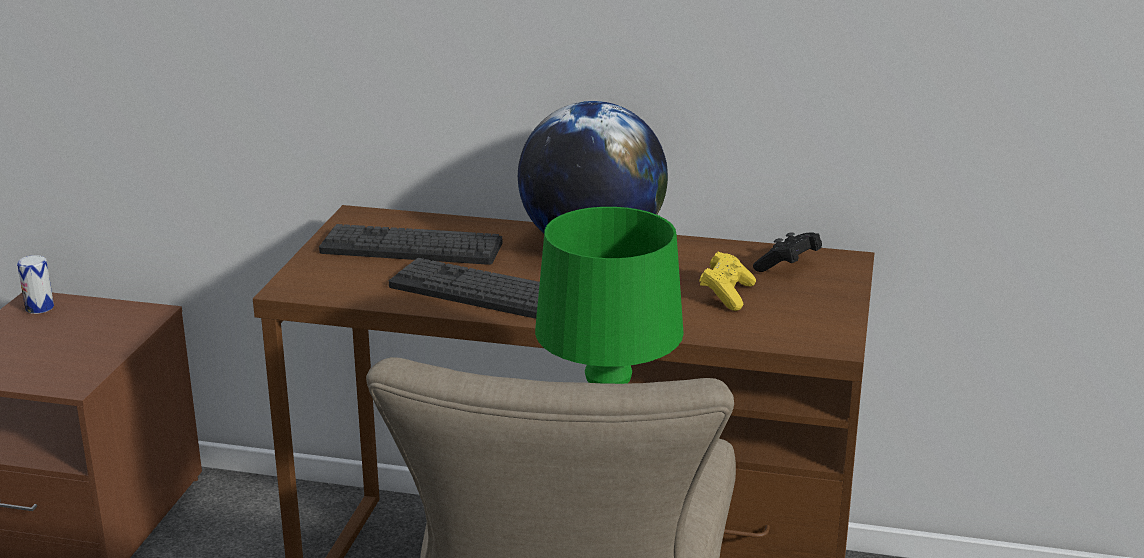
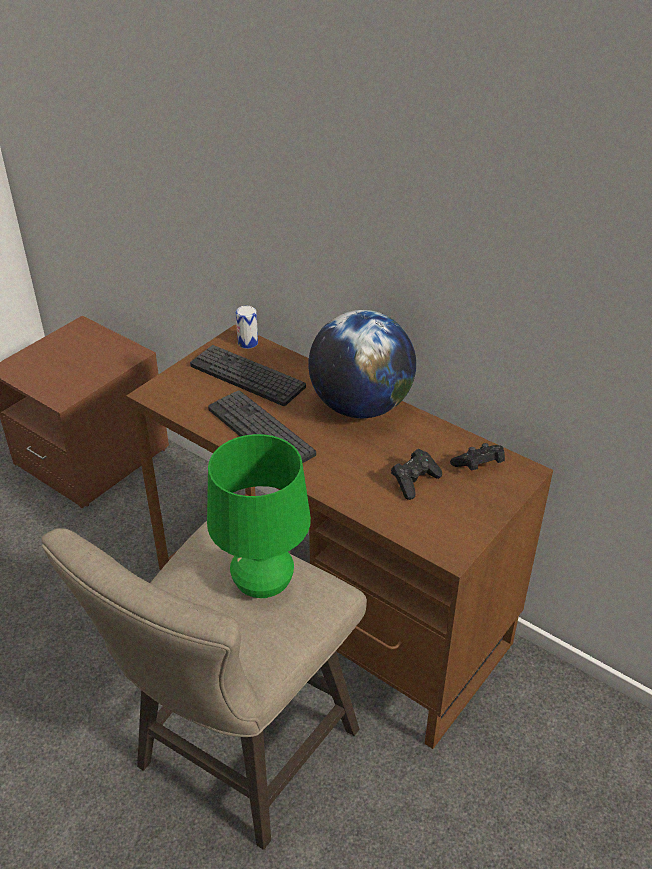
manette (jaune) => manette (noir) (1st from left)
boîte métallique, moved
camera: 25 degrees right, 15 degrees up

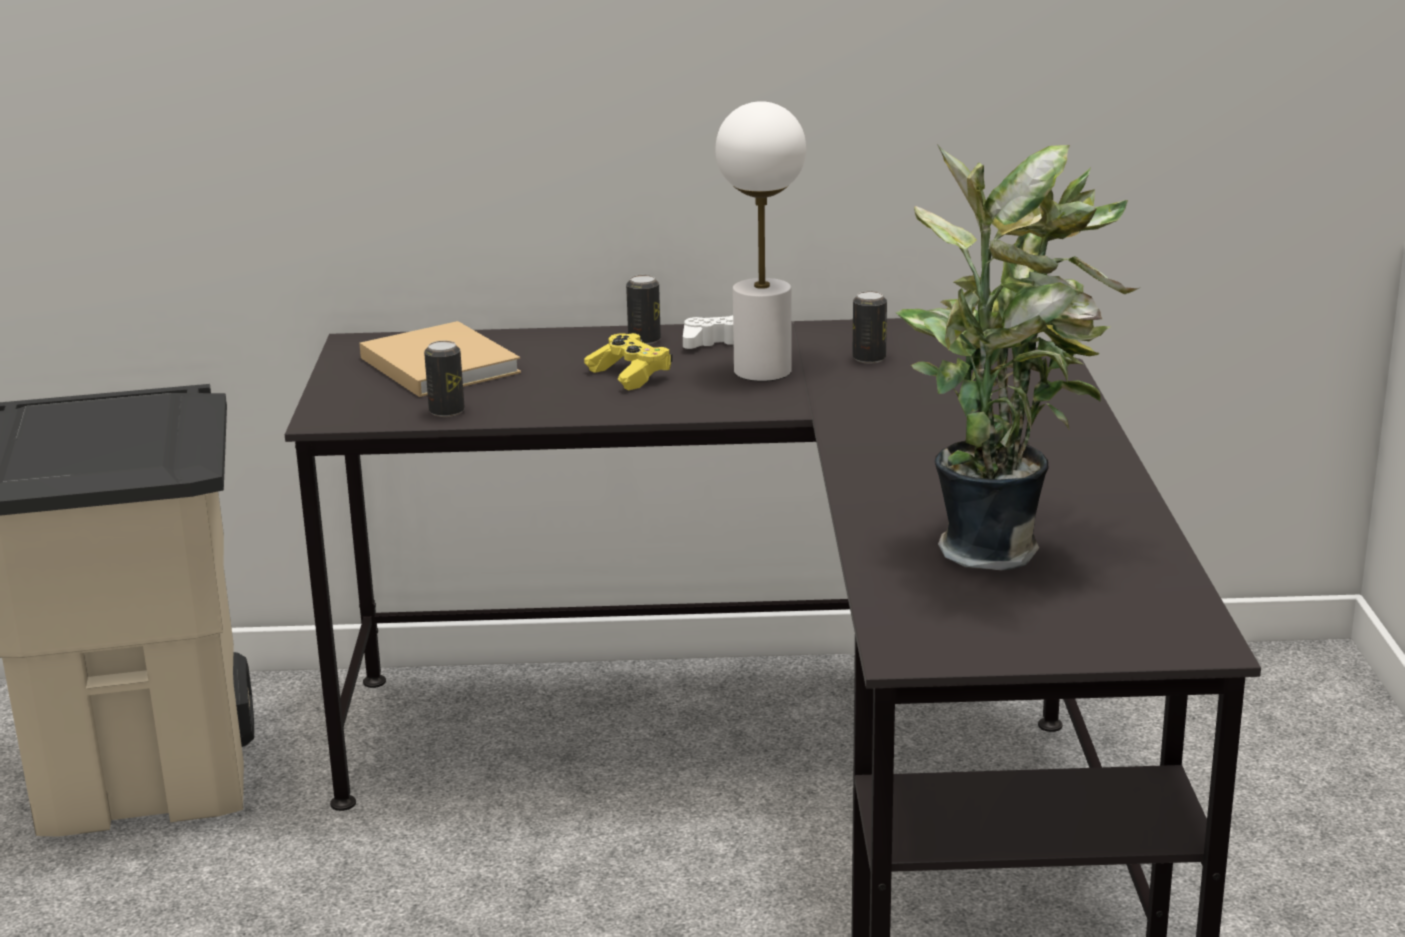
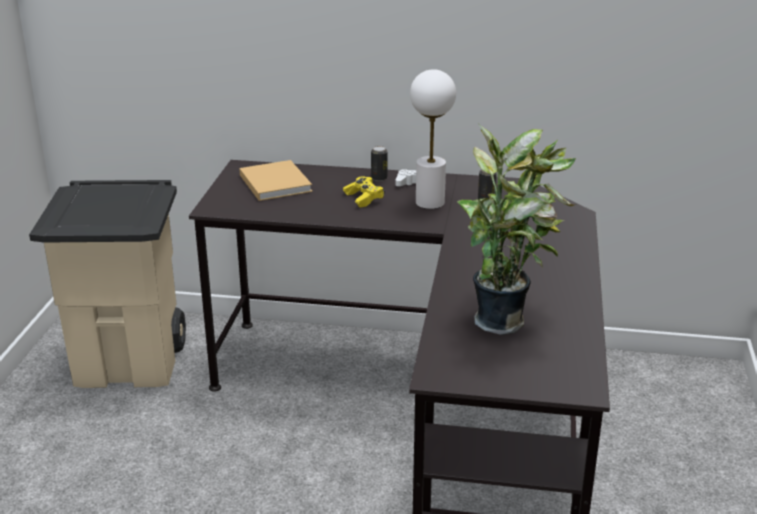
boîte métallique (1st from left) => nothing
camera: 10 degrees right, 5 degrees up

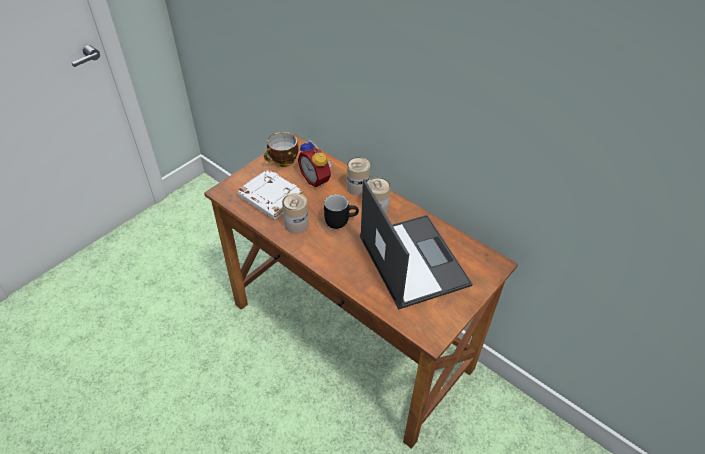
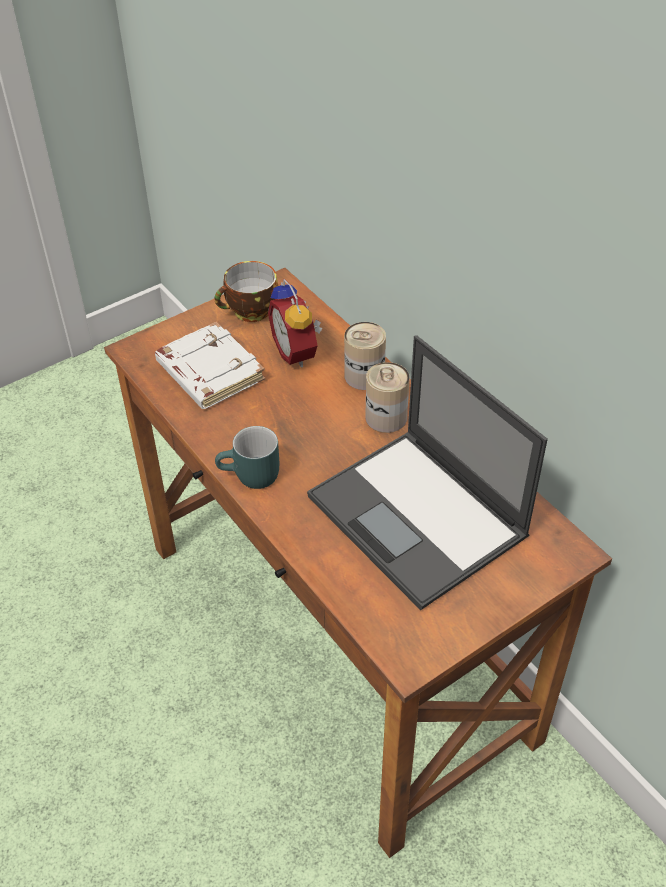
ordinateur portable, 150 degrees clockwise
boîte métallique (1st from left) => nothing
mug (noir) => nothing
nothing => mug (turquoise)
camera: 15 degrees right, 0 degrees up

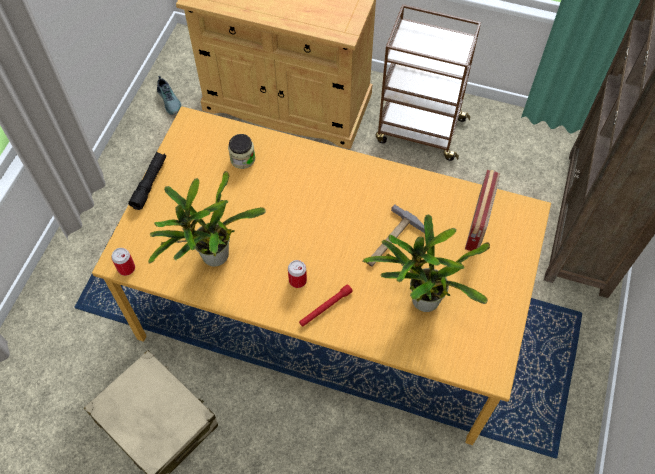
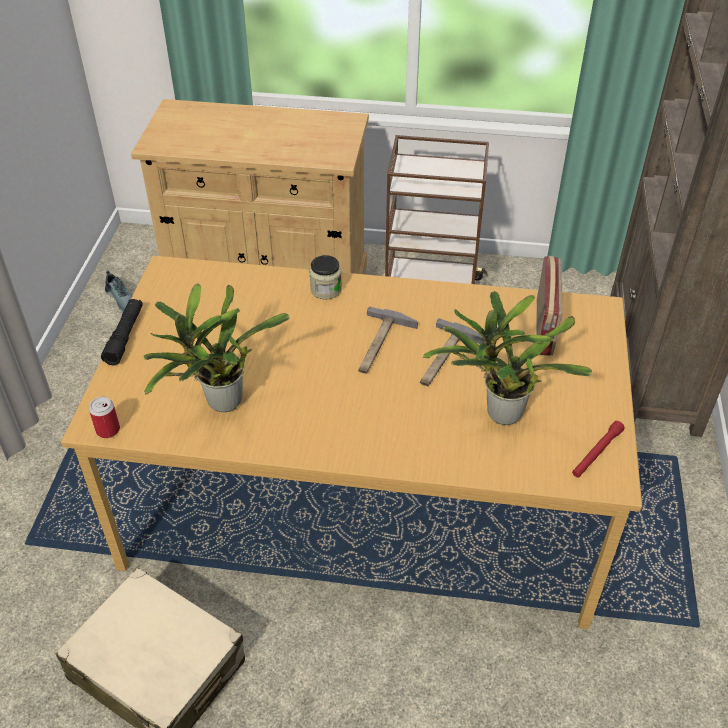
bocal, moved
boîte métallique (2nd from left) => nothing
lampe de poche (rouge), moved
nothing => marteau (1st from left)
camera: 10 degrees left, 15 degrees down

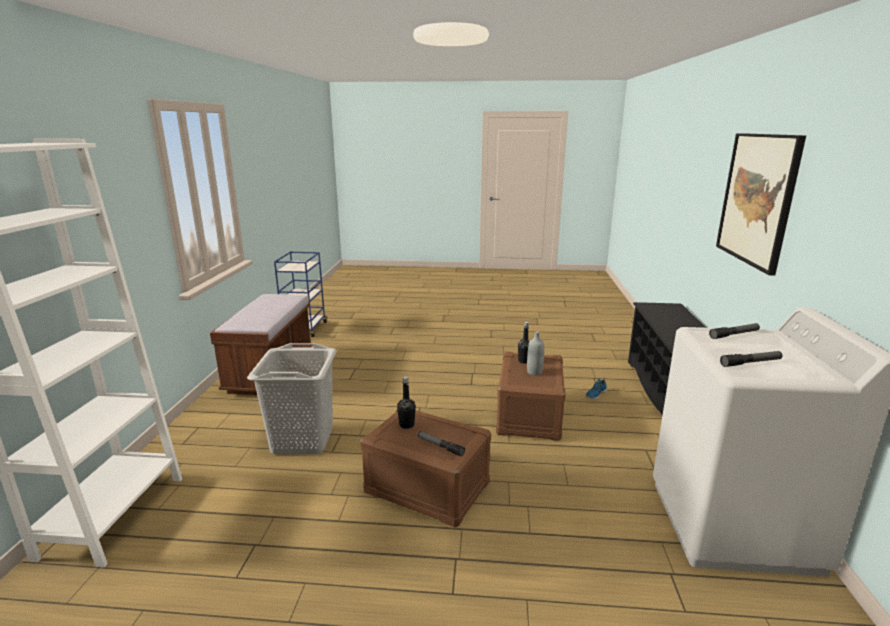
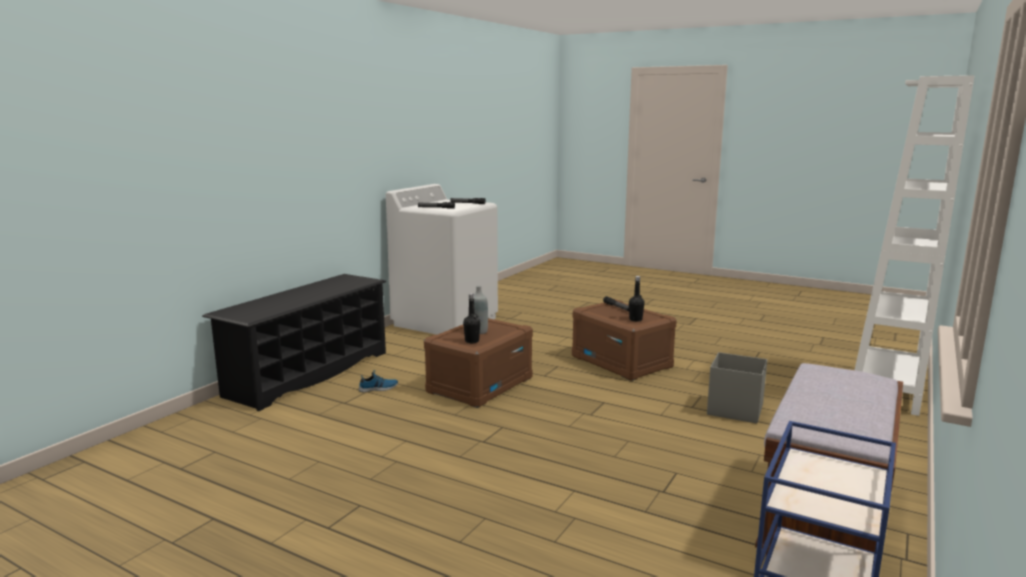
tableau => nothing
panier à linge (gris) => boîte de rangement (gris)
camera: 155 degrees left, 5 degrees down

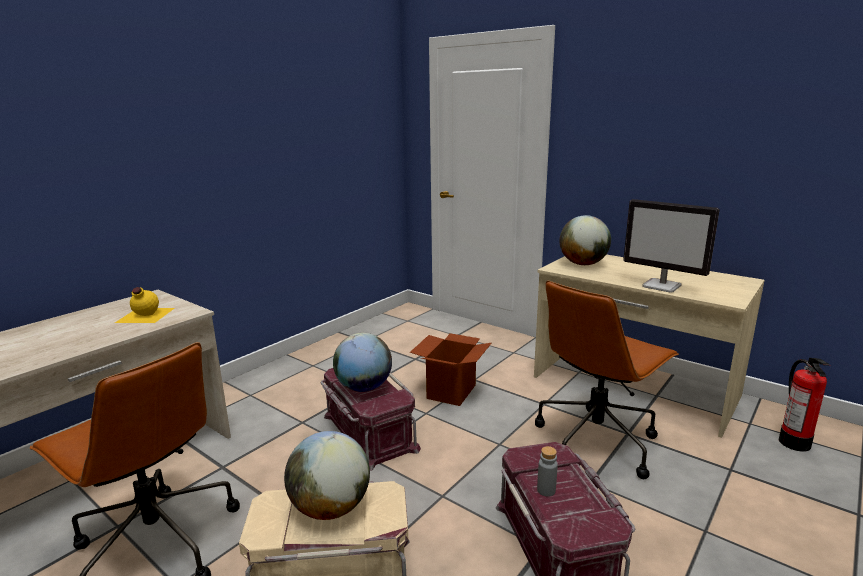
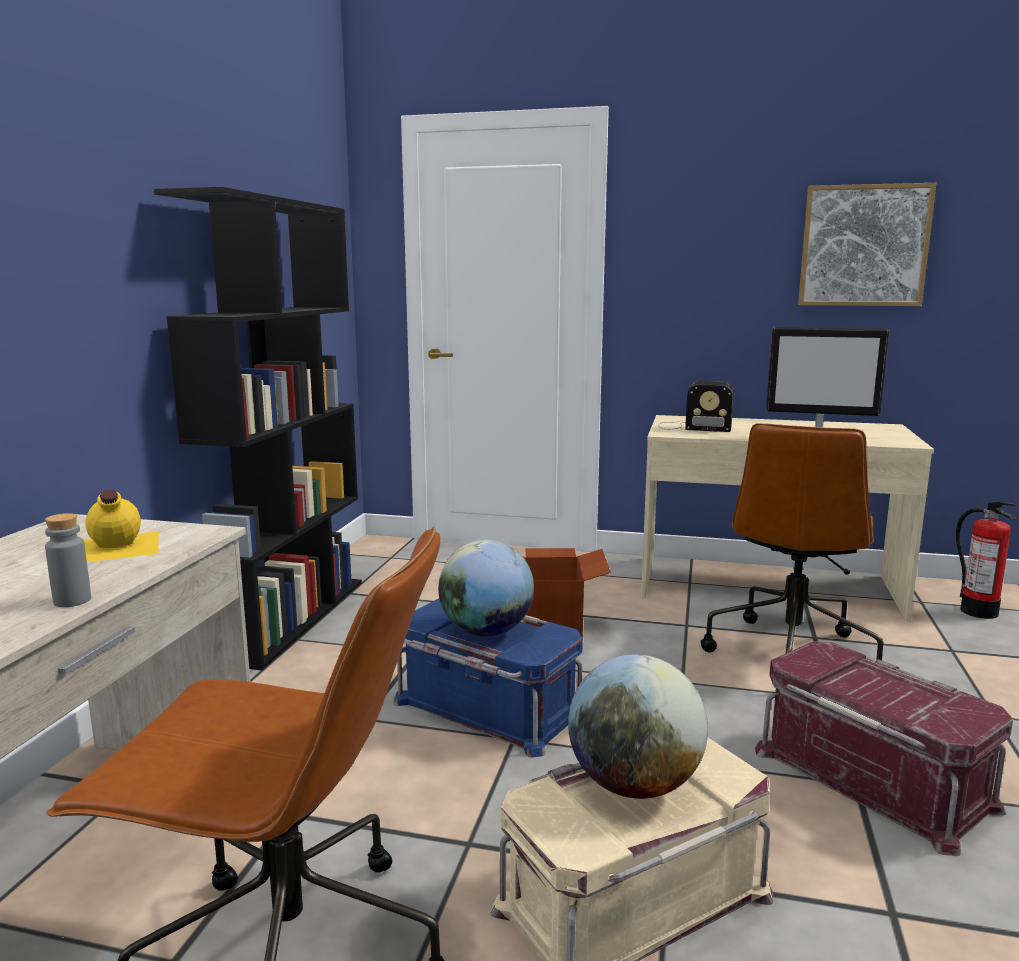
globe (3rd from left) => radio
boîte de rangement (rouge) (1st from left) => boîte de rangement (bleu)
bouteille (gris), moved
nothing => tableau
nothing => bibliothèque (noir)
camera: 25 degrees left, 5 degrees down

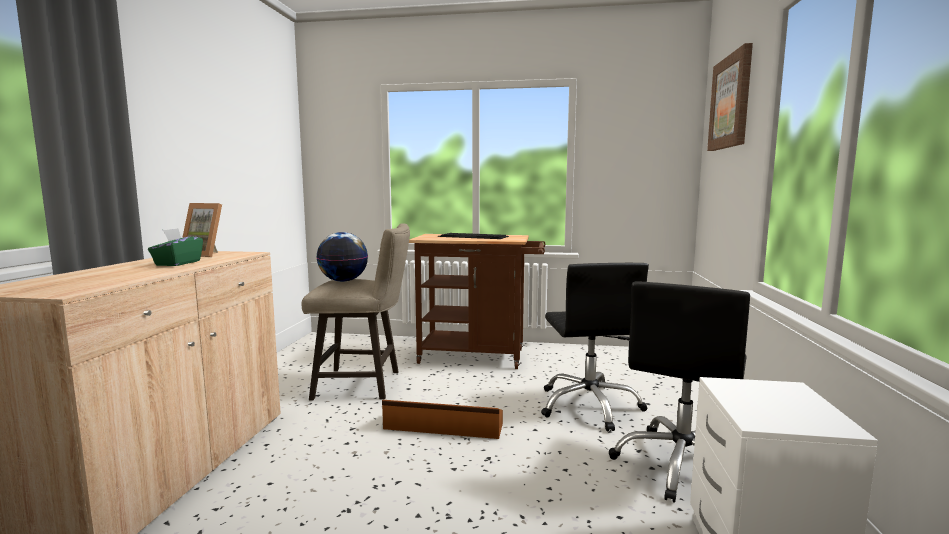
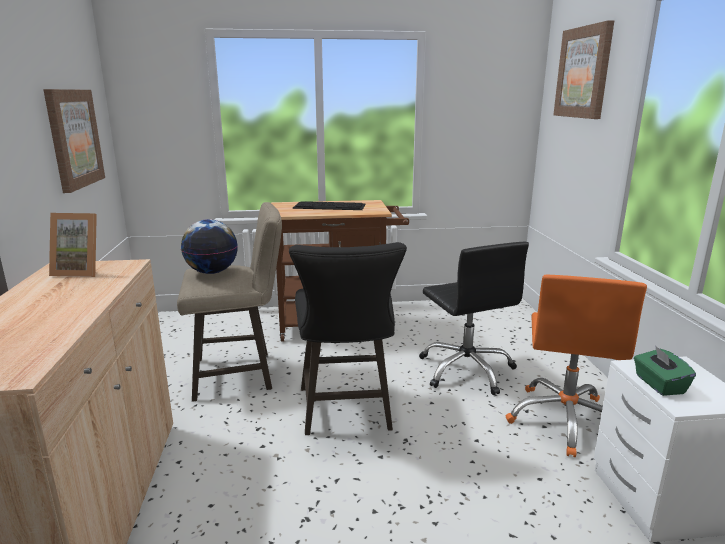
boîte à mouchoirs (vert), moved
chaise de bureau (noir) (2nd from left) => chaise de bureau (orange)
boîte de rangement (marron) => tabouret (noir)
nothing => tableau (1st from left)
camera: 15 degrees left, 10 degrees up

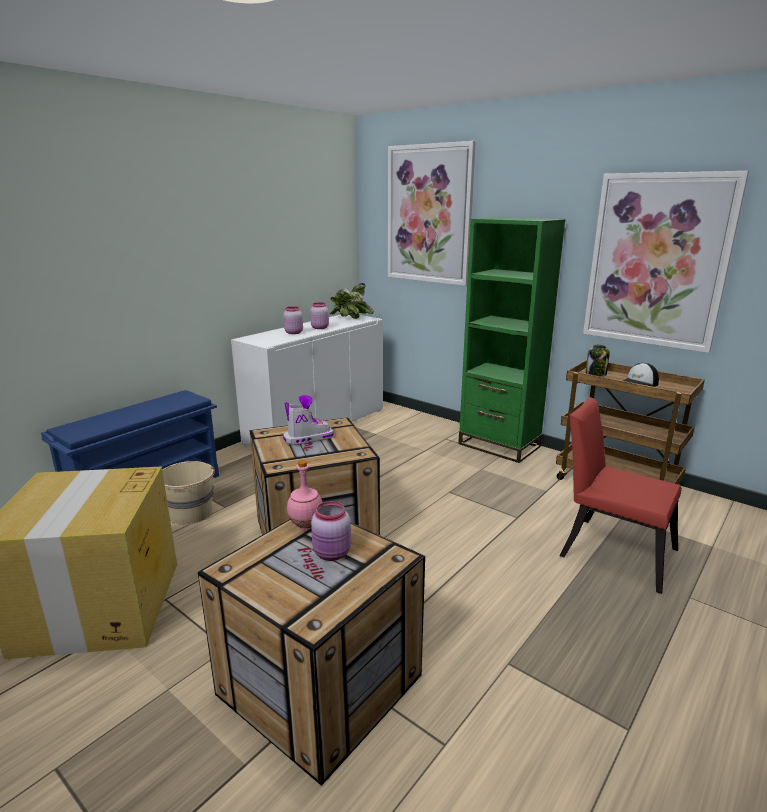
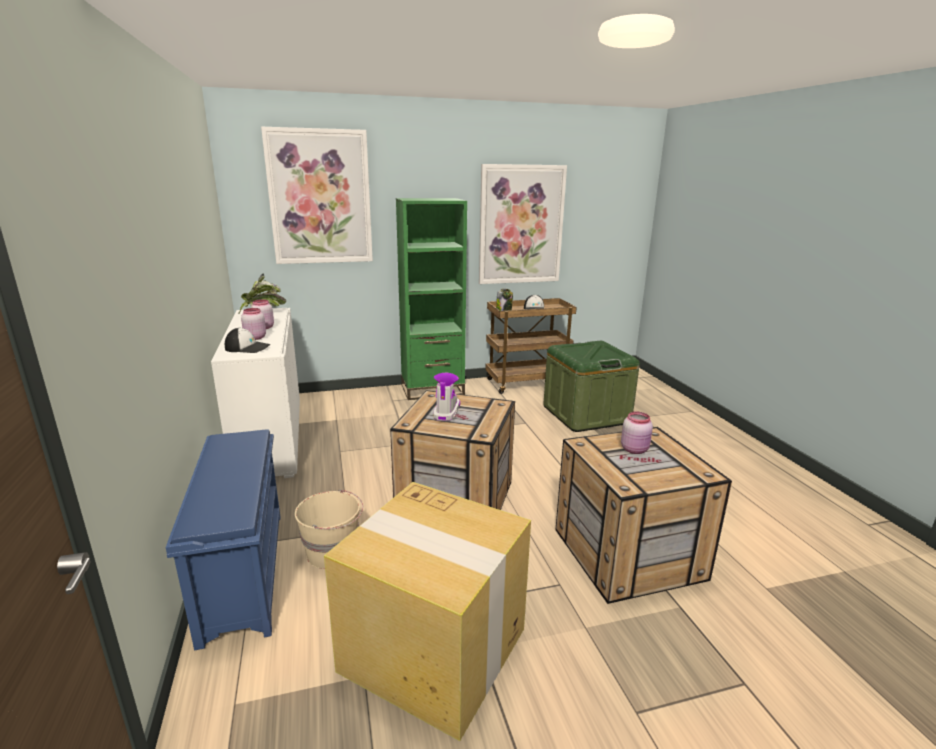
chaise (rouge) => boîte de rangement (vert)
bouteille (rose) => nothing
nothing => casquette (1st from left)
camera: 55 degrees left, 0 degrees up

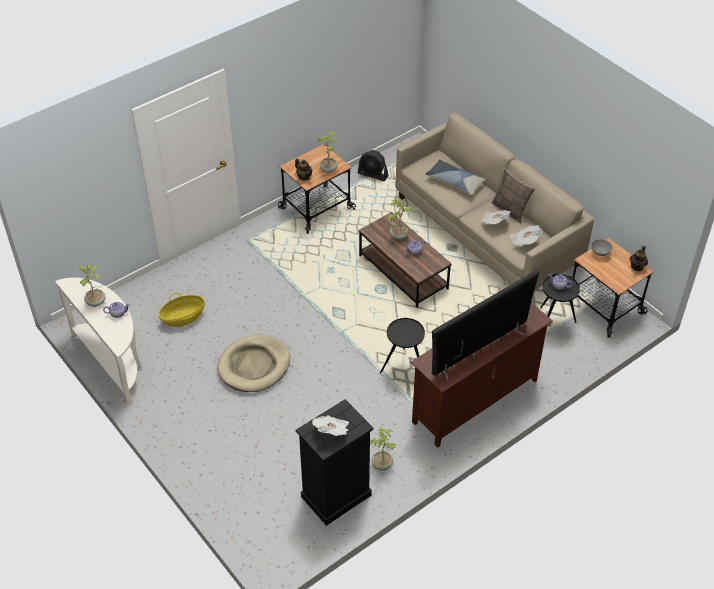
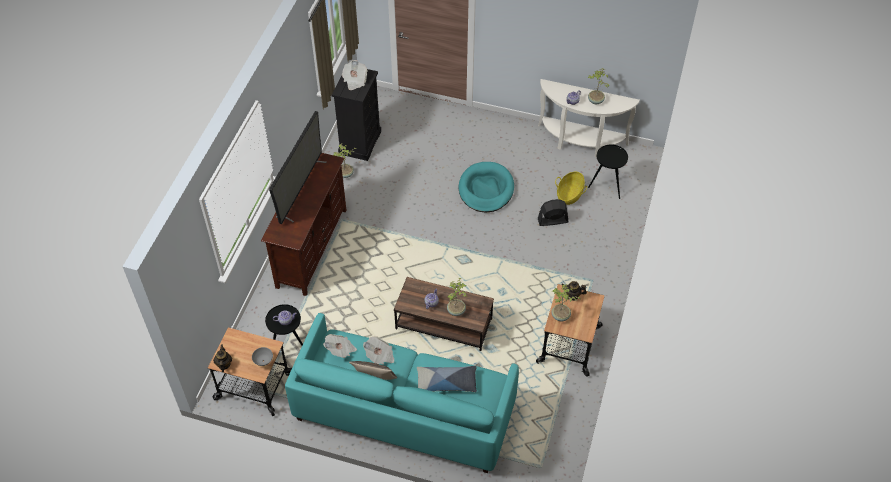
canapé (beige) => canapé (turquoise)
ventilateur (noir), moved
table d'appoint (noir) (1st from left in the first image) => table d'appoint (noir) (2nd from left), moved
panier pour chien (beige) => panier pour chien (turquoise)
camera: 145 degrees right, 5 degrees up

